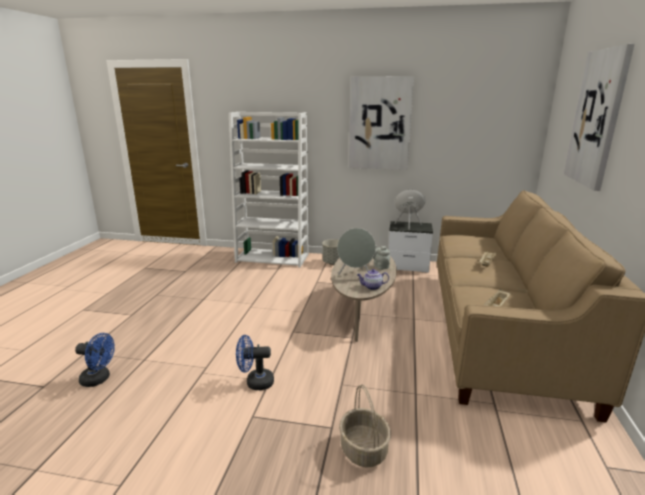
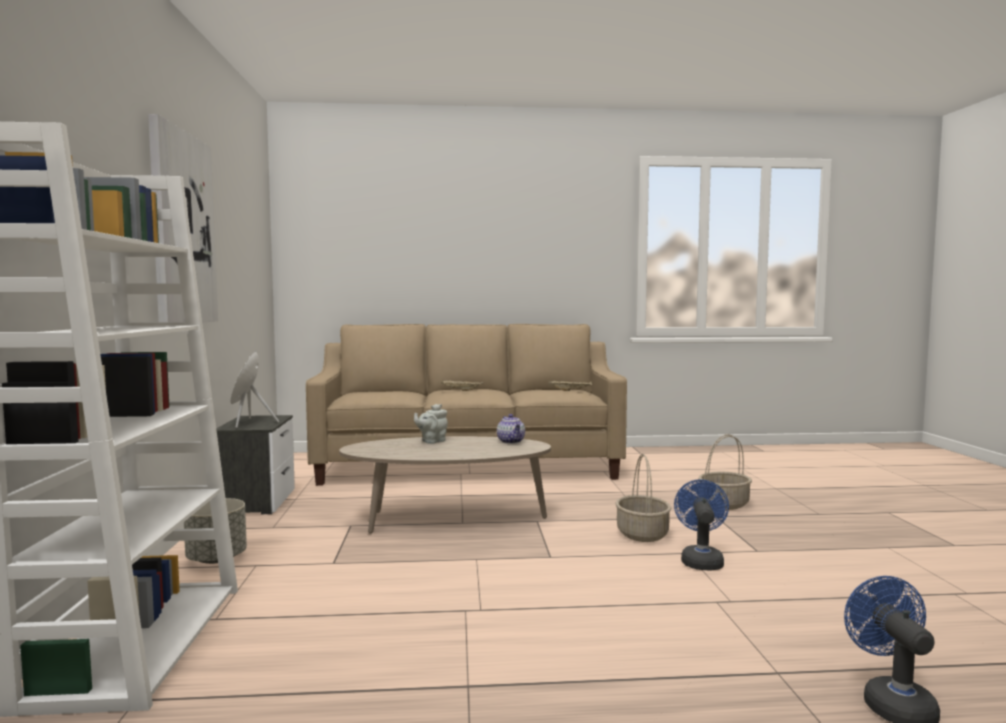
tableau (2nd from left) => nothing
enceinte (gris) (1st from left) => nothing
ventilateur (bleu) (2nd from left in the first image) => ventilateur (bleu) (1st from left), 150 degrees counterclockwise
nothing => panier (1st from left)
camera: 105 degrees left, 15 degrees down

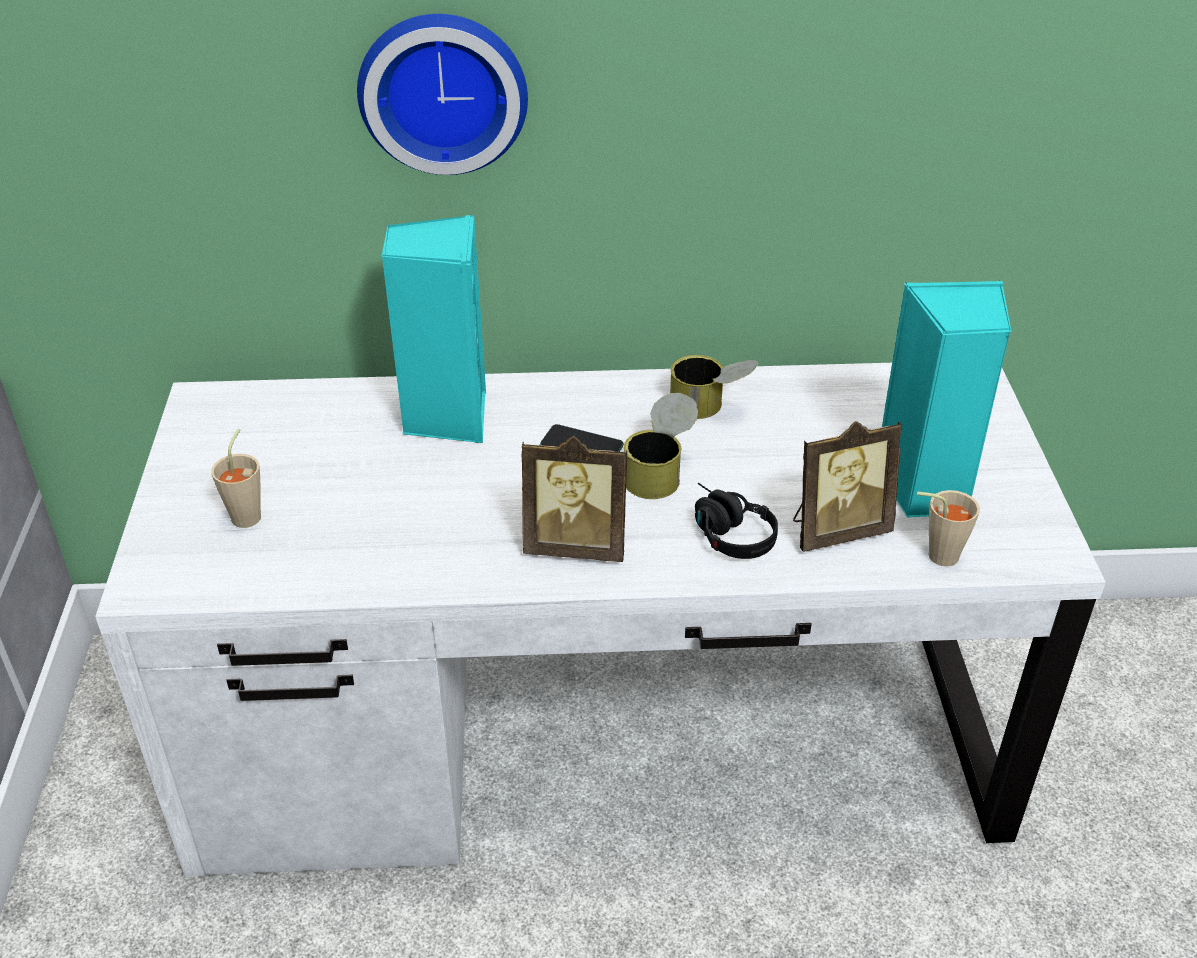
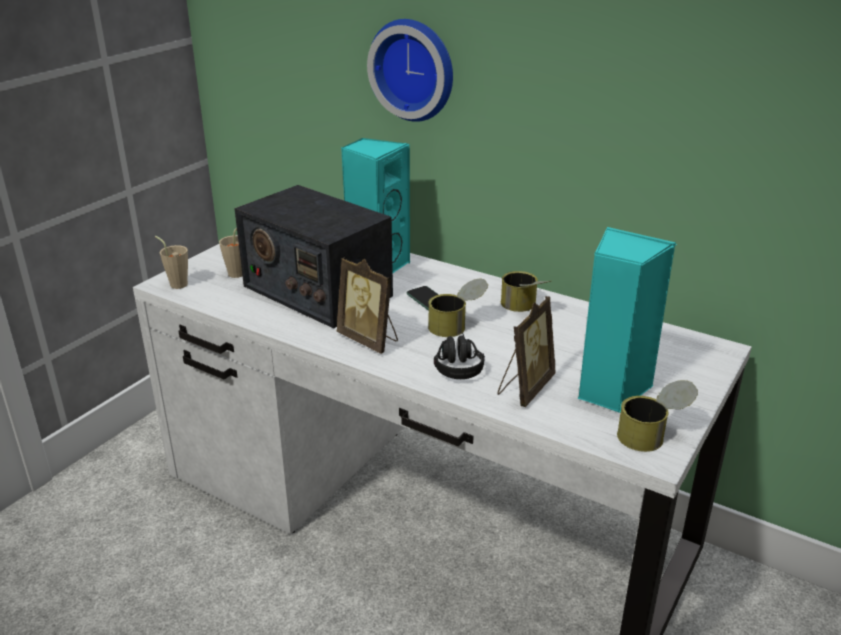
cadre photo (2nd from left), 75 degrees counterclockwise
tasse (beige) (2nd from left in the first image) => tasse (beige) (1st from left), moved
nothing => radio
nothing => boîte métallique (3rd from left)
camera: 35 degrees right, 10 degrees down

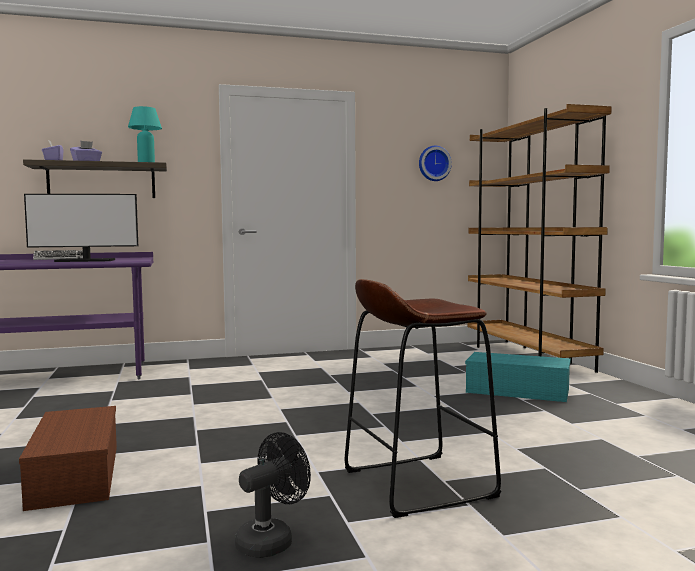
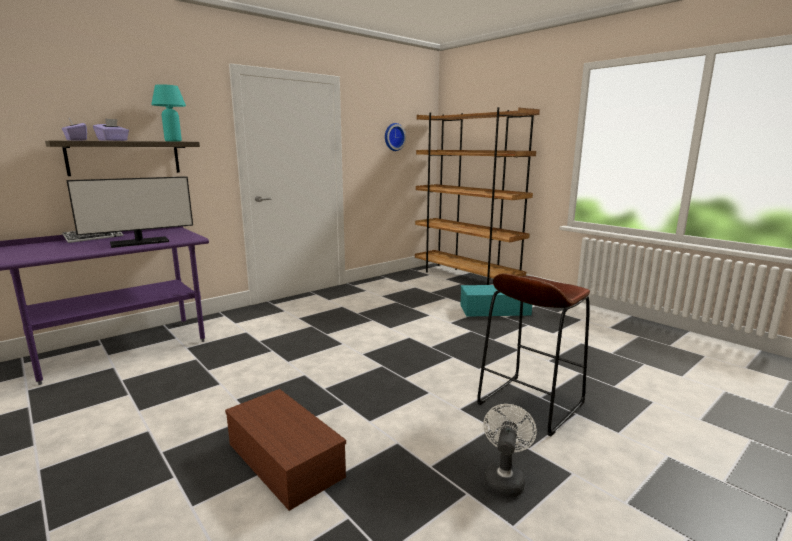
ventilateur (noir) => ventilateur (blanc)
camera: 25 degrees left, 10 degrees up

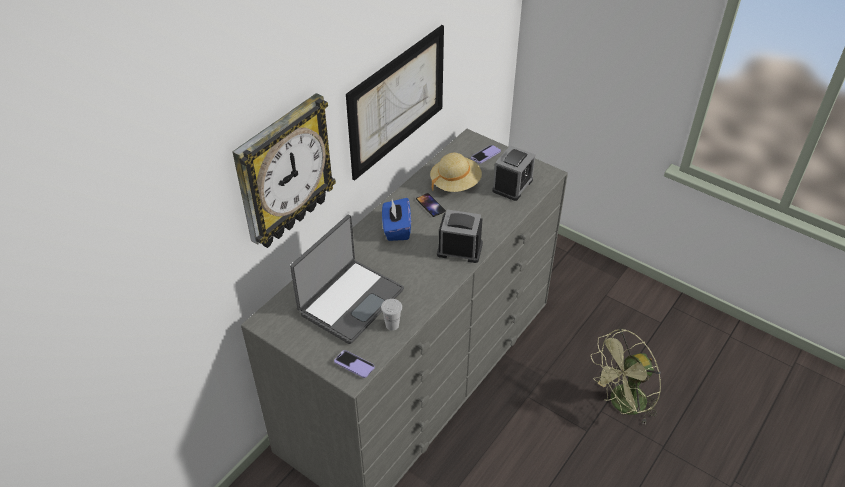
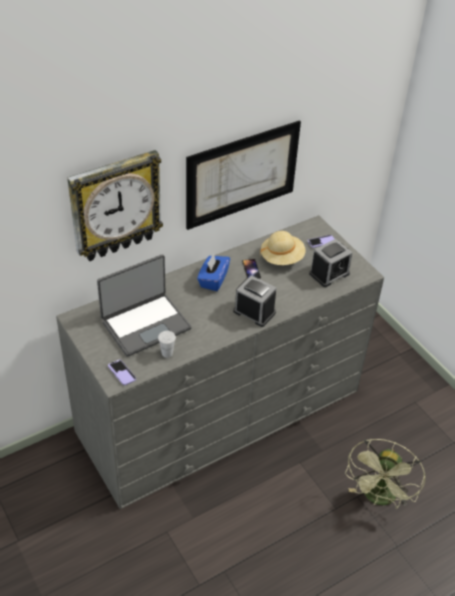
ventilateur (vert), 60 degrees counterclockwise
camera: 20 degrees right, 0 degrees up

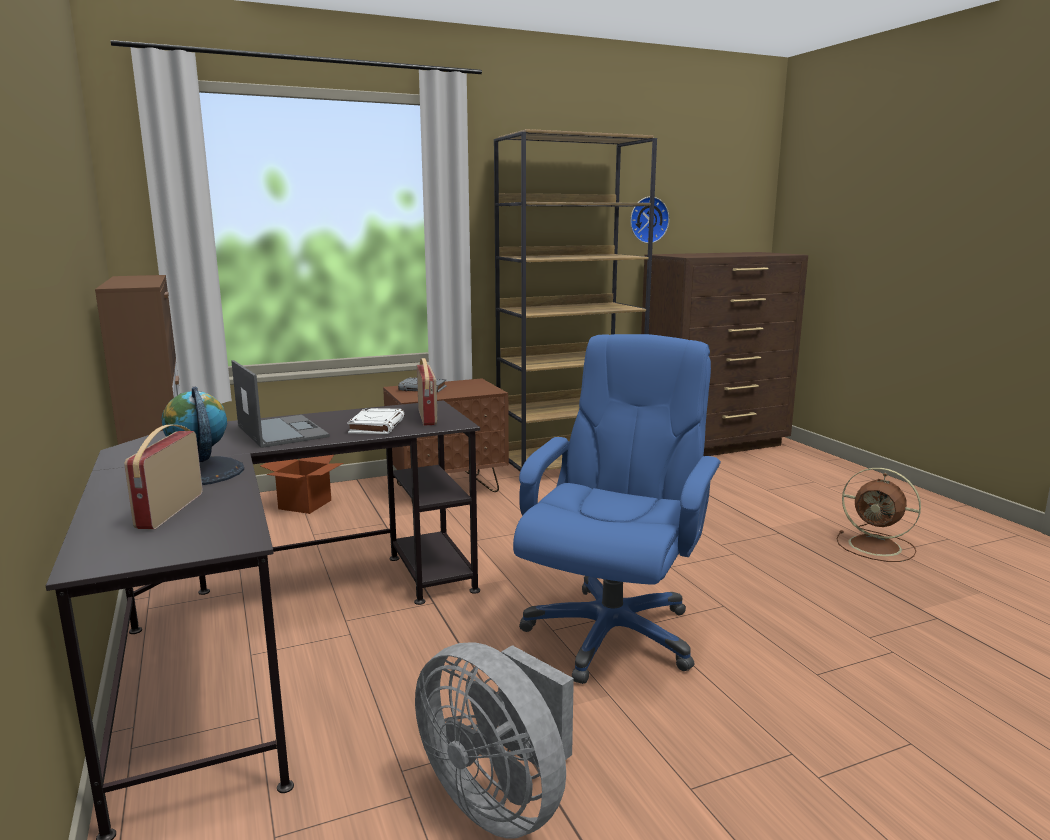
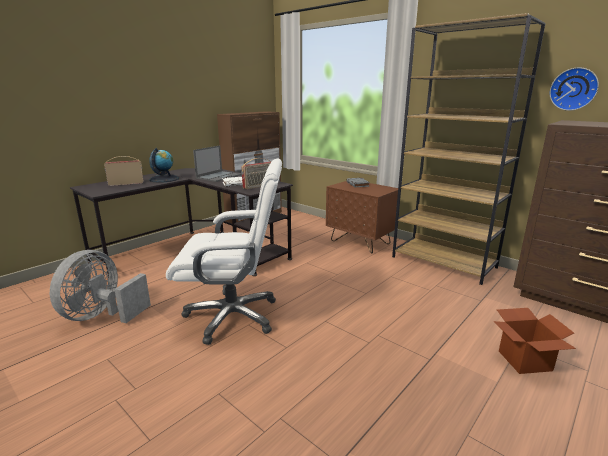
chaise de bureau (bleu) => chaise de bureau (blanc)
carton, moved
ventilateur (marron) => nothing
camera: 65 degrees right, 5 degrees up

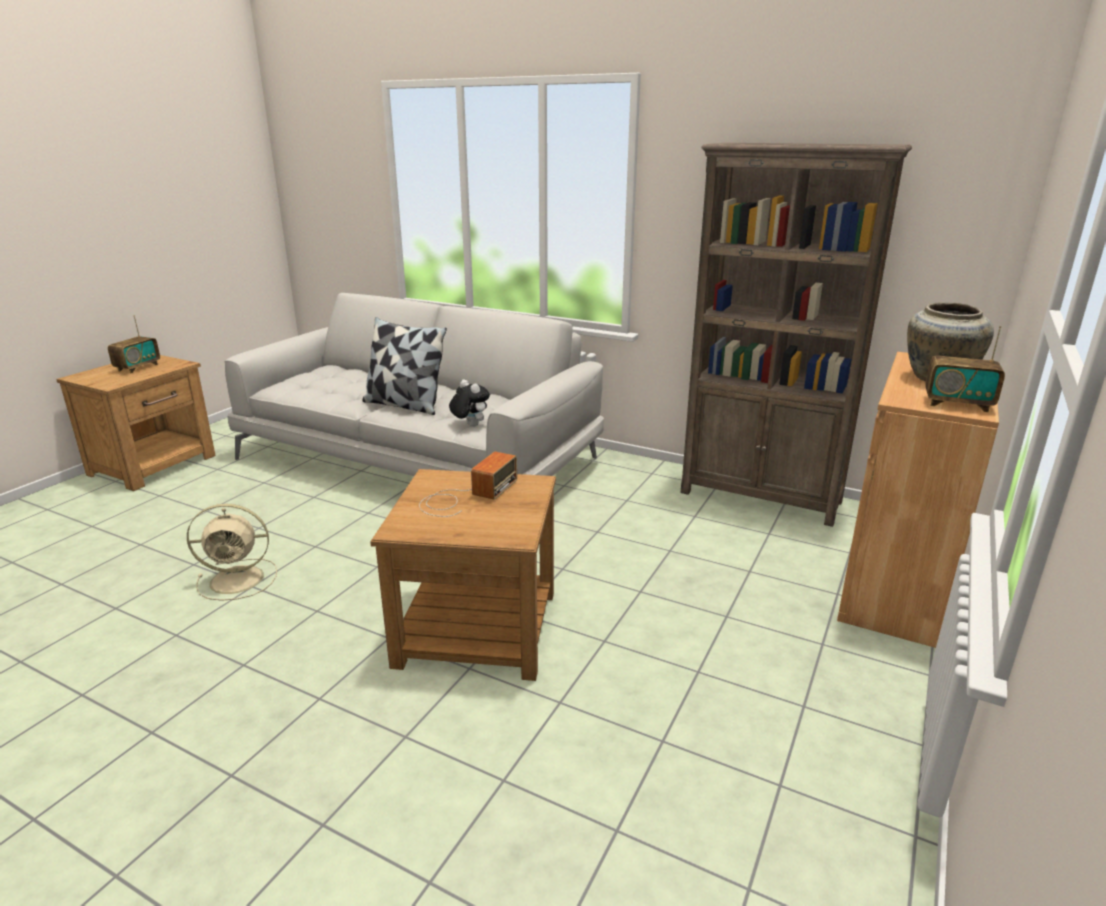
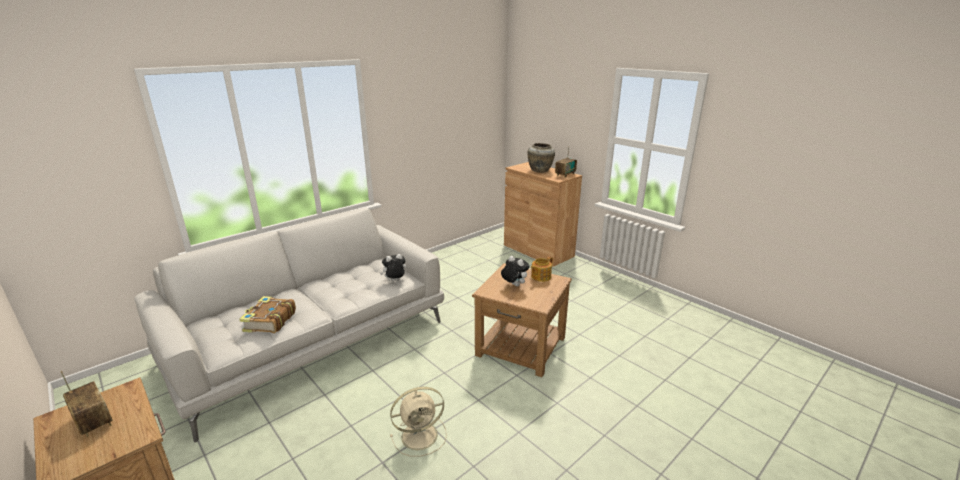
bibliothèque (marron) => nothing
coussin => nothing
radio (2nd from left) => peluche (2nd from left)
ventilateur (beige), 60 degrees clockwise
nothing => théière
nothing => livre
camera: 70 degrees left, 0 degrees up

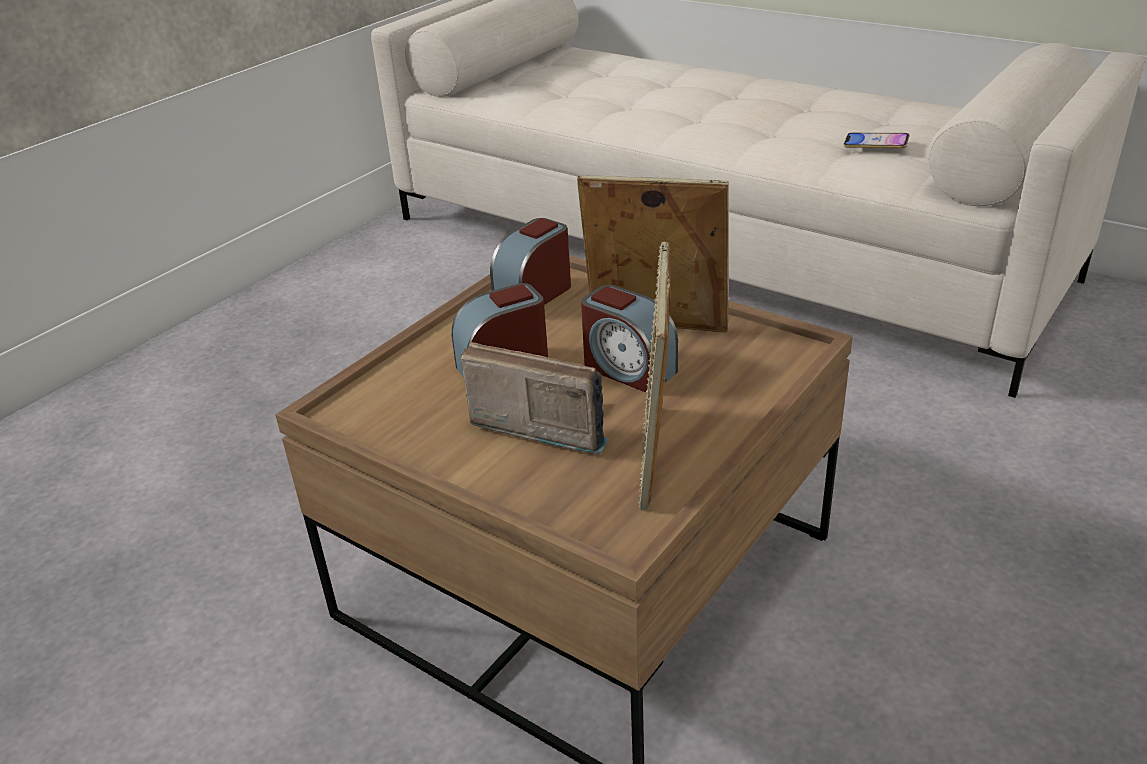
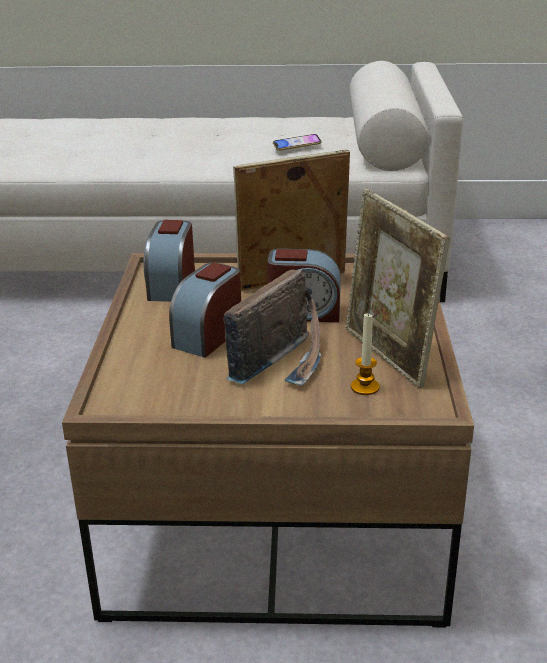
radio, 135 degrees clockwise
nothing => bougie
camera: 35 degrees left, 5 degrees down

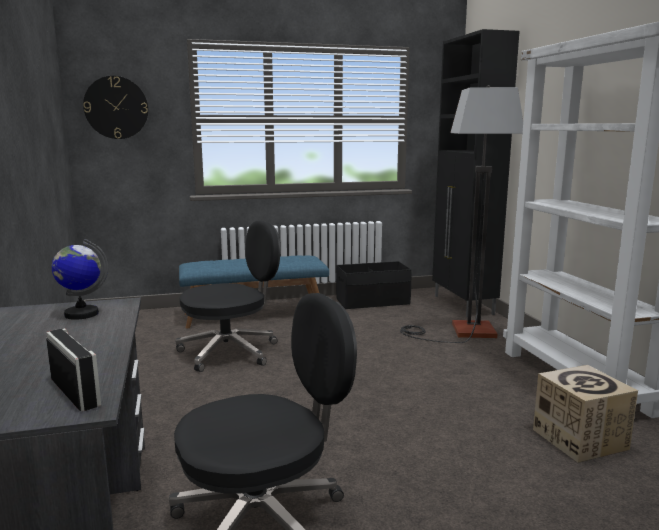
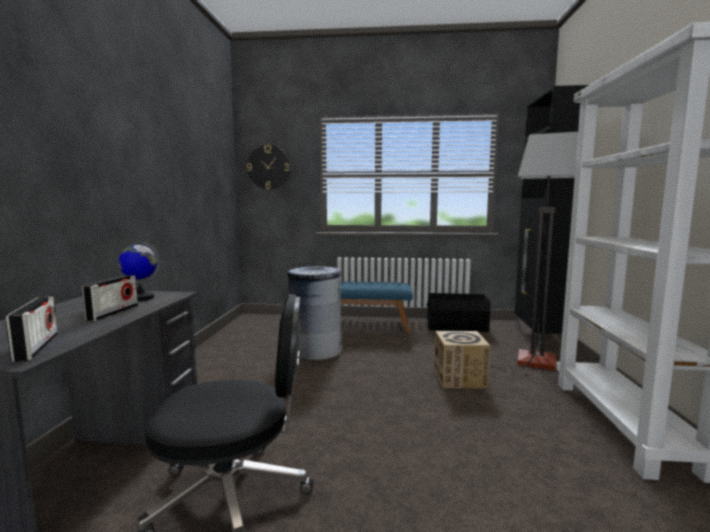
chaise de bureau (noir) (1st from left) => poubelle (gris)
carton, moved
nothing => radio (2nd from left)
camera: 20 degrees right, 5 degrees down

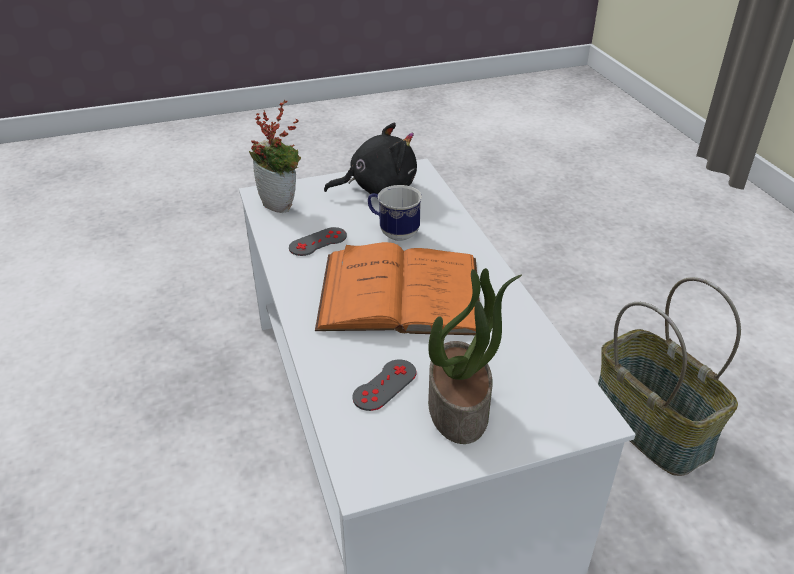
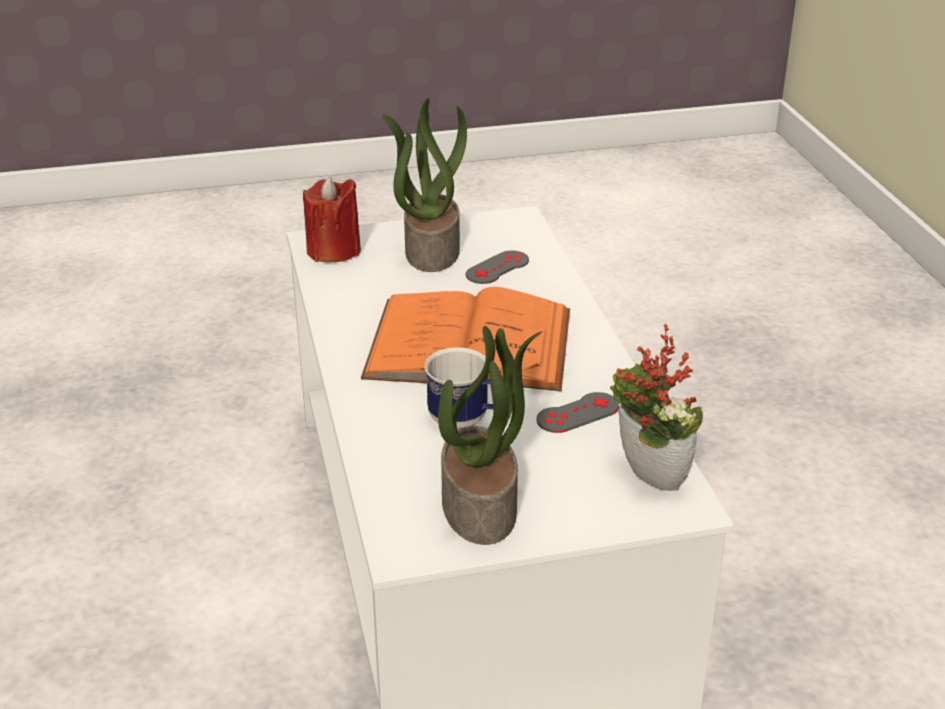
peluche (noir) => plante en pot (2nd from left)
panier => nothing
nothing => bougie (rouge)
camera: 175 degrees left, 5 degrees down

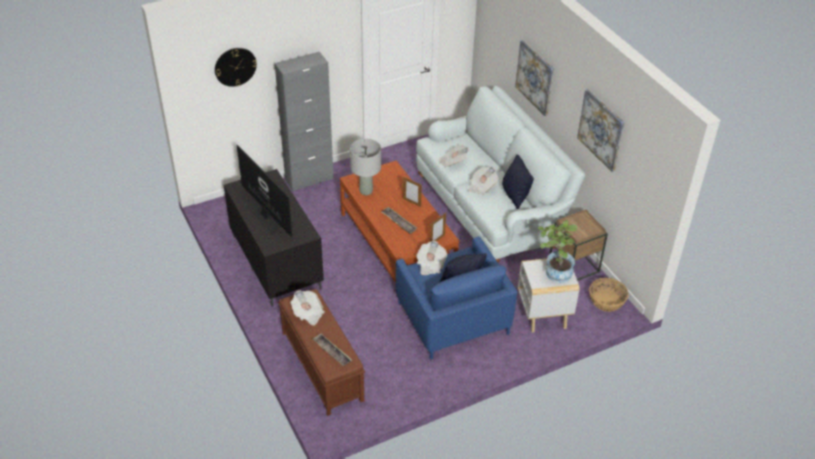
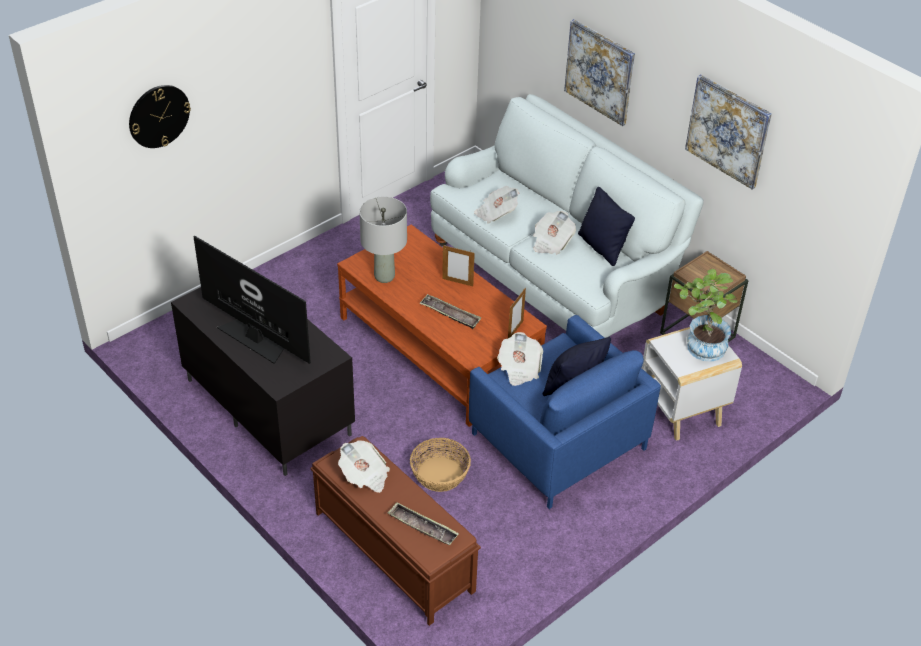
meuble de rangement (gris) => nothing
panier, moved
camera: 15 degrees left, 0 degrees up

